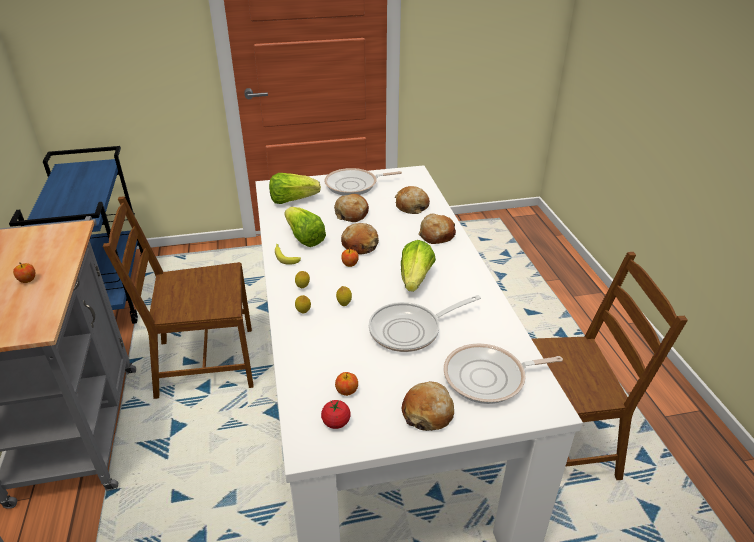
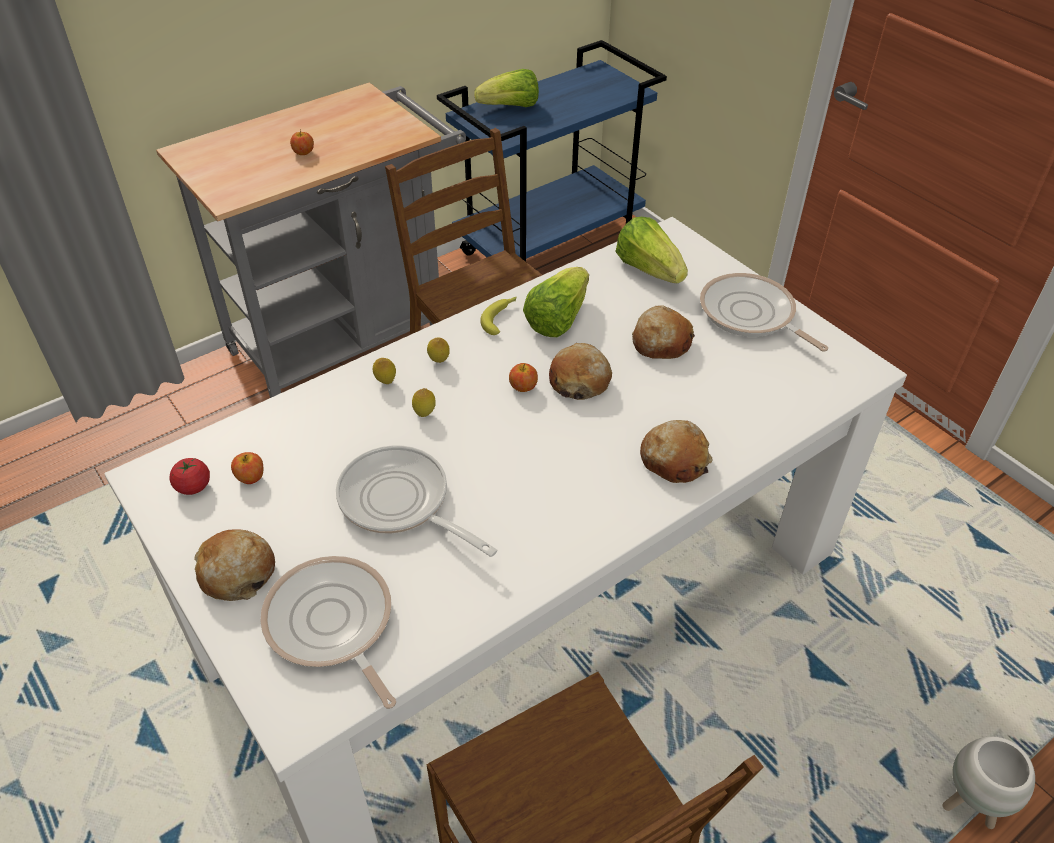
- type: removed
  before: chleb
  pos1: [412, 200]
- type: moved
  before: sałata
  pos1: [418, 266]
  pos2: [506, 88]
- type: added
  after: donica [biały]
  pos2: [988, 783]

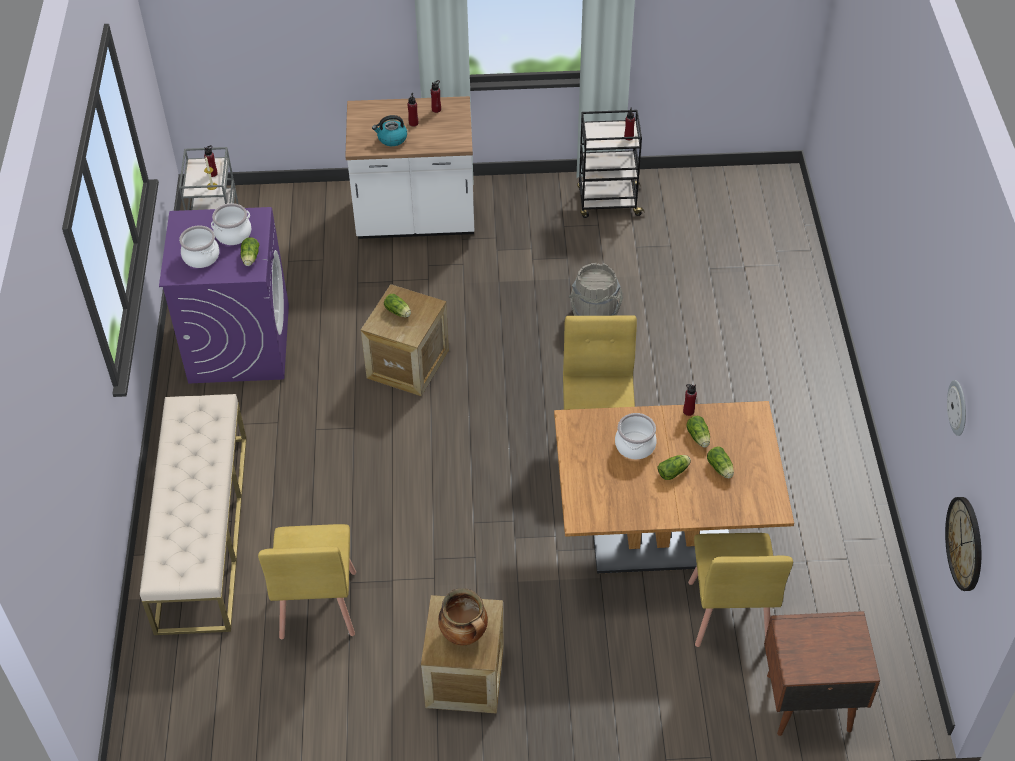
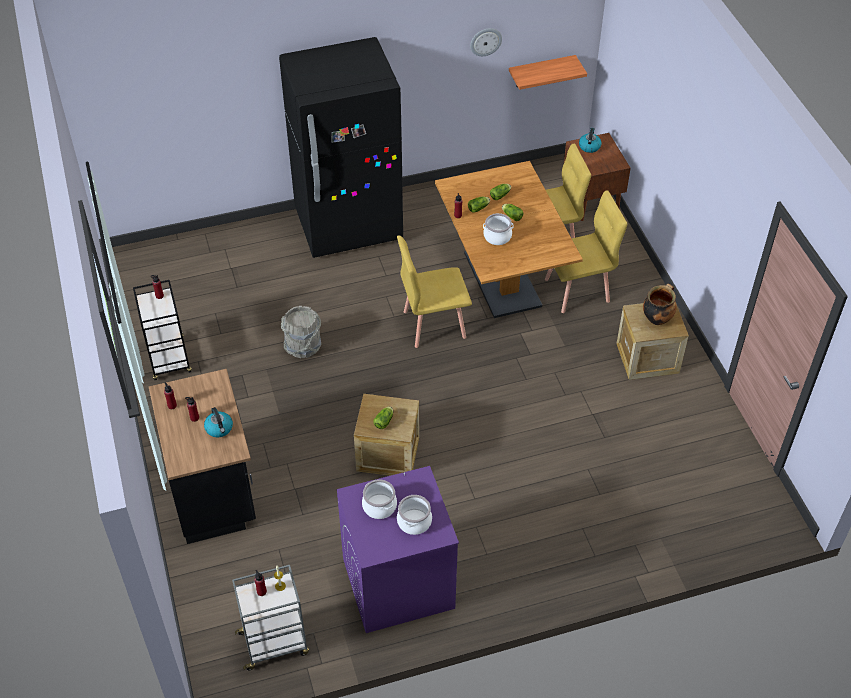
- type: recoloured
  before: zabudowa kuchenna [biały]
  after: zabudowa kuchenna [czarny]
  pos1: [409, 167]
  pos2: [202, 456]
- type: removed
  before: sałata
  pos1: [250, 251]
- type: removed
  before: ławka [beżowy]
  pos1: [193, 514]
- type: replaced
  before: zegar ścienny
  after: półka
  pos1: [963, 544]
  pos2: [548, 72]
- type: moved
  before: krzesło [żółty]
  pos1: [307, 581]
  pos2: [586, 251]
- type: added
  after: lodówka [czarny]
  pos2: [341, 147]
- type: added
  after: czajnik
  pos2: [590, 140]

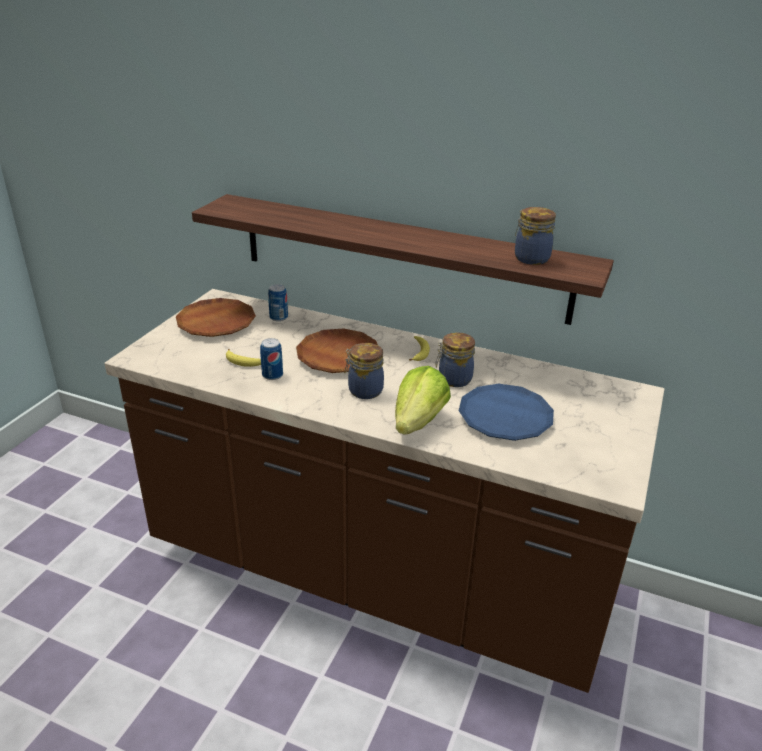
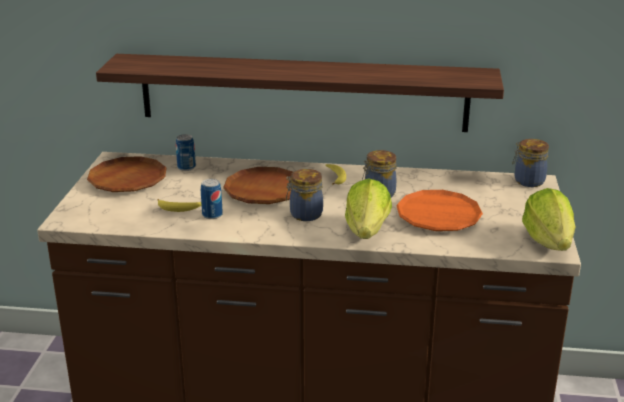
- type: moved
  before: słoik
  pos1: [535, 236]
  pos2: [530, 163]
- type: recoloured
  before: talerz [niebieski]
  after: talerz [pomarańczowy]
  pos1: [506, 412]
  pos2: [439, 210]
- type: added
  after: sałata
  pos2: [549, 219]

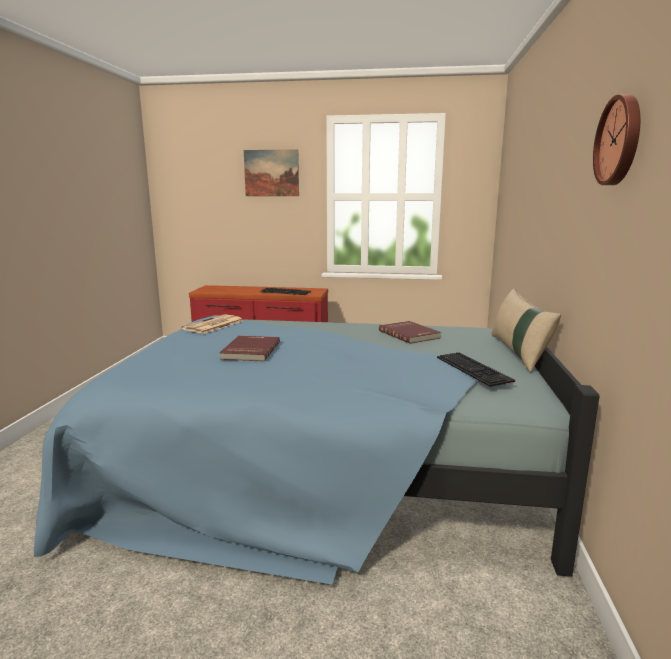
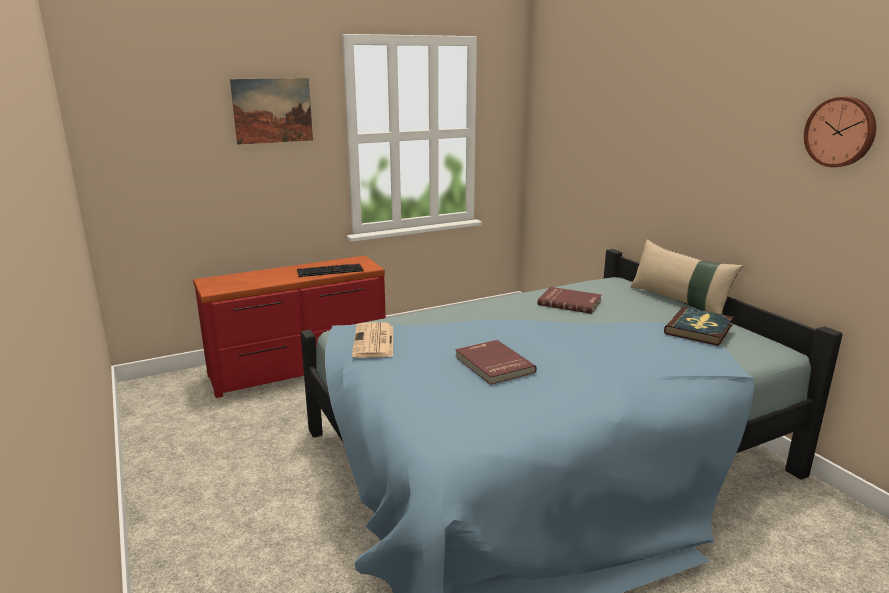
- type: replaced
  before: klawiatura
  after: książka
  pos1: [476, 369]
  pos2: [699, 326]

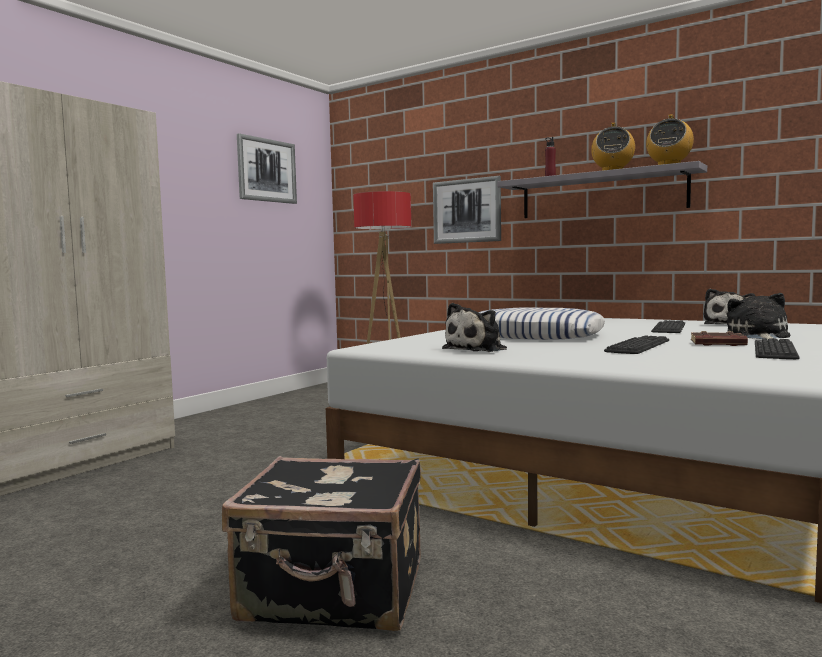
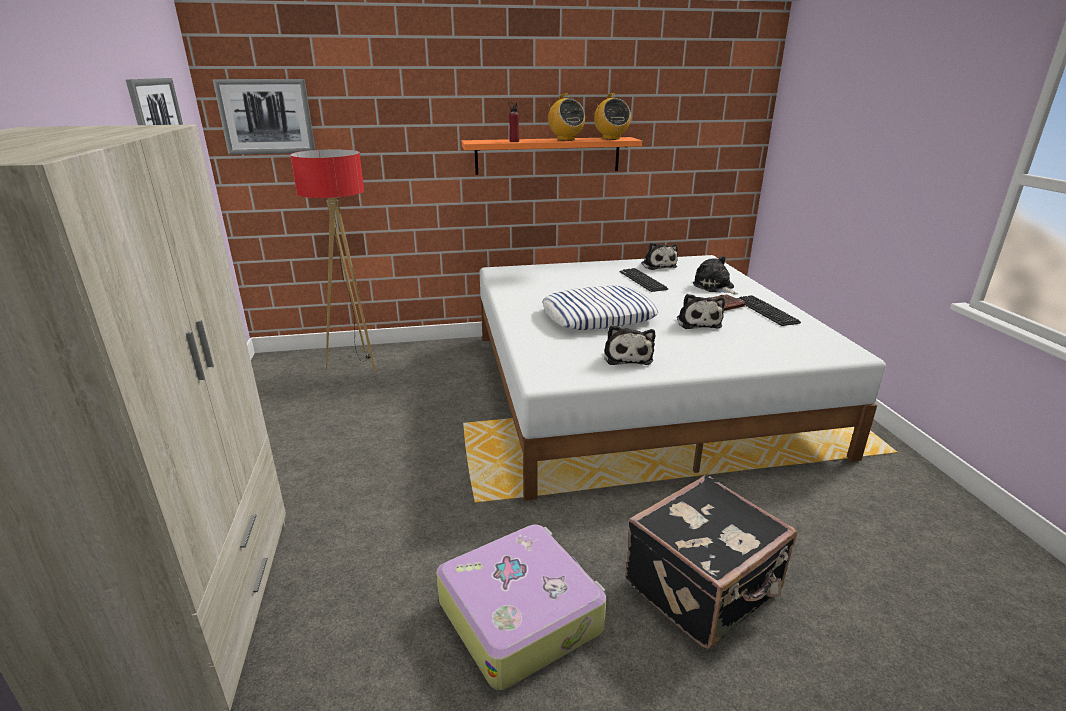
- type: recoloured
  before: półka [szary]
  after: półka [pomarańczowy]
  pos1: [602, 189]
  pos2: [552, 156]
- type: moved
  before: obraz
  pos1: [467, 210]
  pos2: [264, 117]
- type: replaced
  before: klawiatura
  after: pluszak
  pos1: [636, 345]
  pos2: [701, 311]
- type: added
  after: walizka
  pos2: [521, 607]

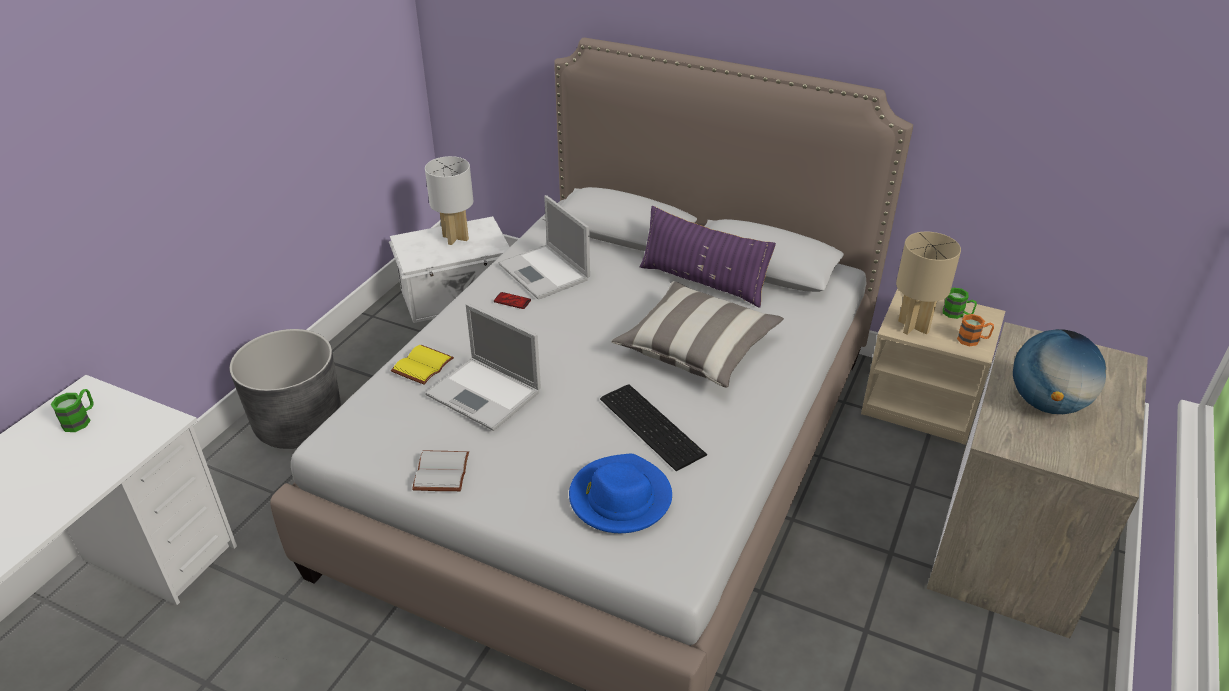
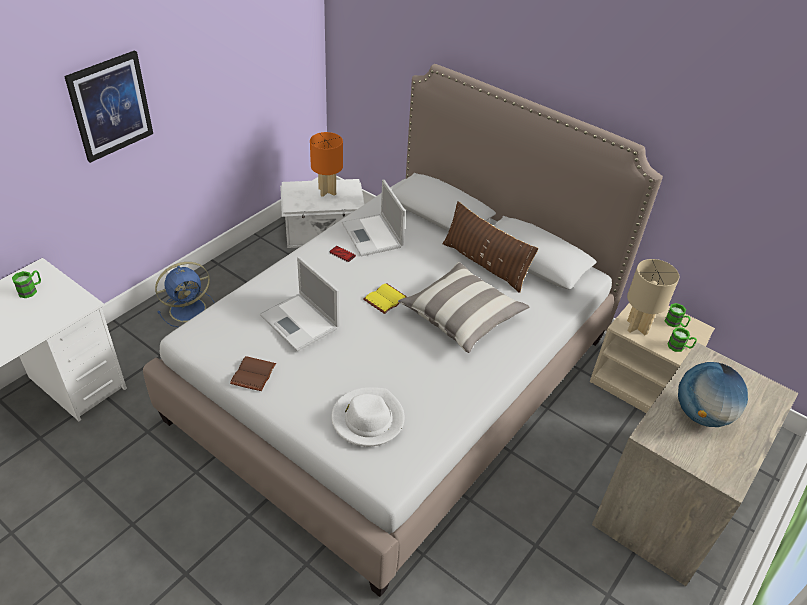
- type: recoloured
  before: lampa stołowa [biały]
  after: lampa stołowa [pomarańczowy]
  pos1: [449, 200]
  pos2: [326, 164]
- type: recoloured
  before: poduszka [fioletowy]
  after: poduszka [brązowy]
  pos1: [708, 257]
  pos2: [490, 247]
- type: recoloured
  before: kubek [pomarańczowy]
  after: kubek [zielony]
  pos1: [975, 330]
  pos2: [682, 339]
- type: replaced
  before: donica [szary]
  after: wentylator [niebieski]
  pos1: [285, 389]
  pos2: [184, 294]
- type: moved
  before: książka [żółty]
  pos1: [422, 365]
  pos2: [385, 298]
- type: removed
  before: klawiatura
  pos1: [653, 428]
- type: recoloured
  before: książka [biały]
  after: książka [brązowy]
  pos1: [440, 470]
  pos2: [253, 373]
- type: recoloured
  before: kapelusz [niebieski]
  after: kapelusz [biały]
  pos1: [620, 493]
  pos2: [368, 417]
- type: added
  after: obraz
  pos2: [108, 106]

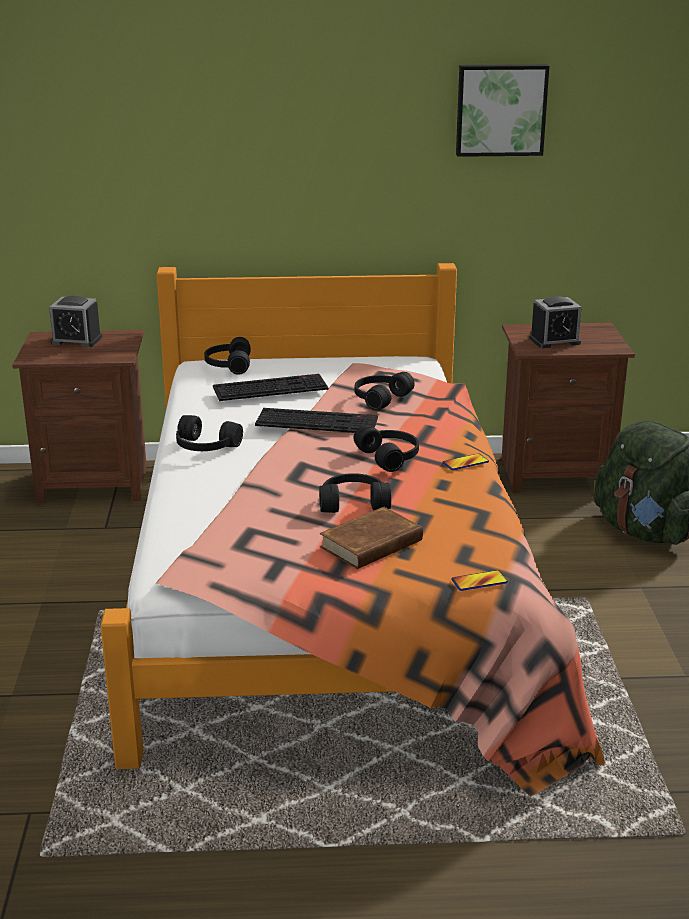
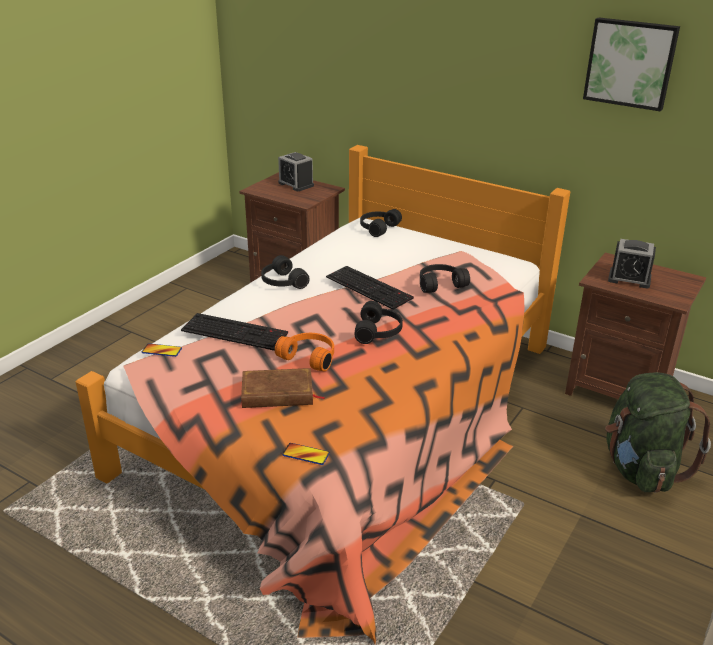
- type: moved
  before: klawiatura
  pos1: [270, 387]
  pos2: [234, 332]
- type: moved
  before: telefon
  pos1: [465, 461]
  pos2: [162, 350]
- type: recoloured
  before: słuchawki [czarny]
  after: słuchawki [pomarańczowy]
  pos1: [355, 493]
  pos2: [304, 352]

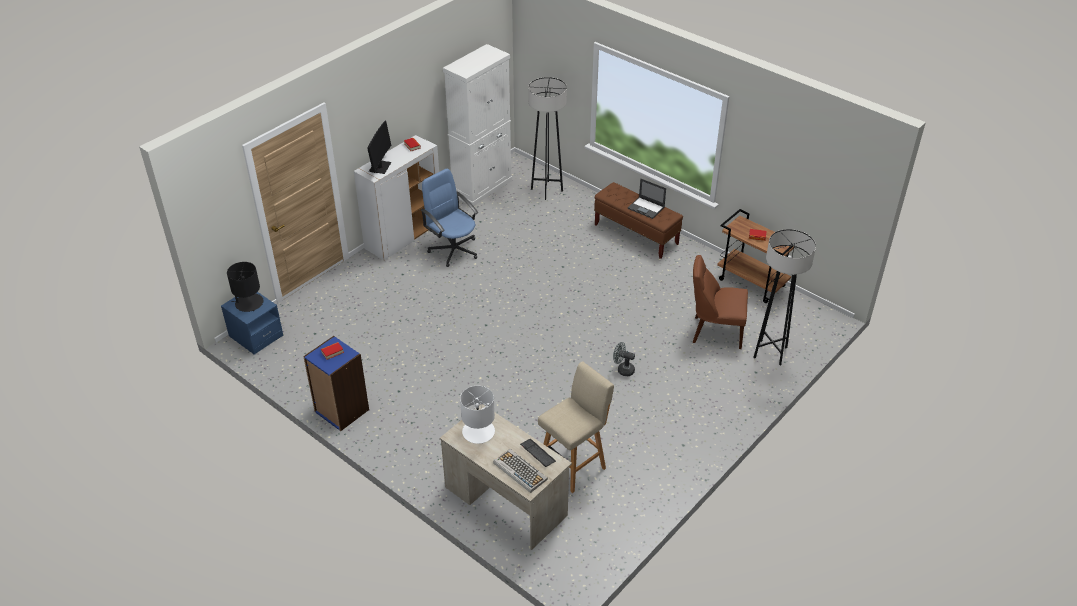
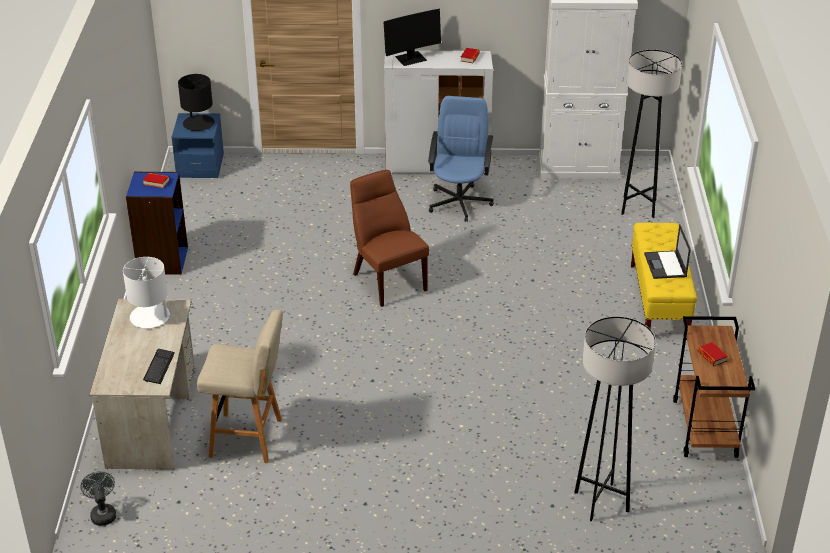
- type: recoloured
  before: ławka [brązowy]
  after: ławka [żółty]
  pos1: [638, 220]
  pos2: [664, 275]
- type: moved
  before: krzesło [brązowy]
  pos1: [720, 302]
  pos2: [389, 238]
- type: moved
  before: wentylator [szary]
  pos1: [624, 359]
  pos2: [98, 498]
- type: removed
  before: klawiatura
  pos1: [520, 471]

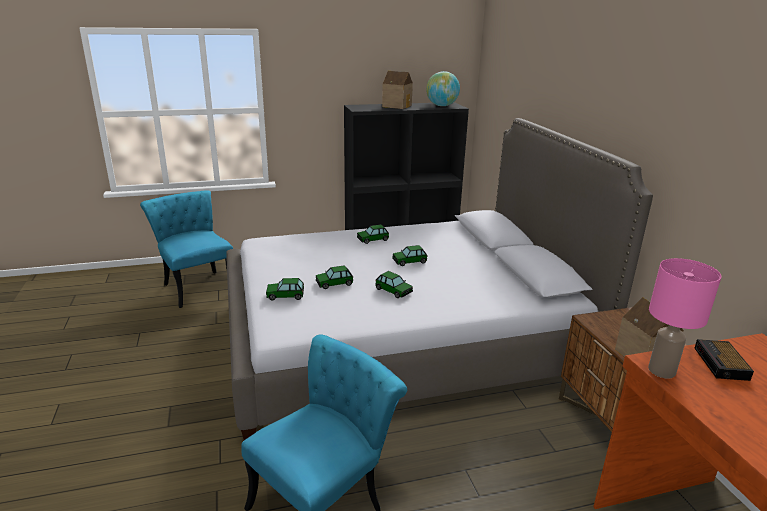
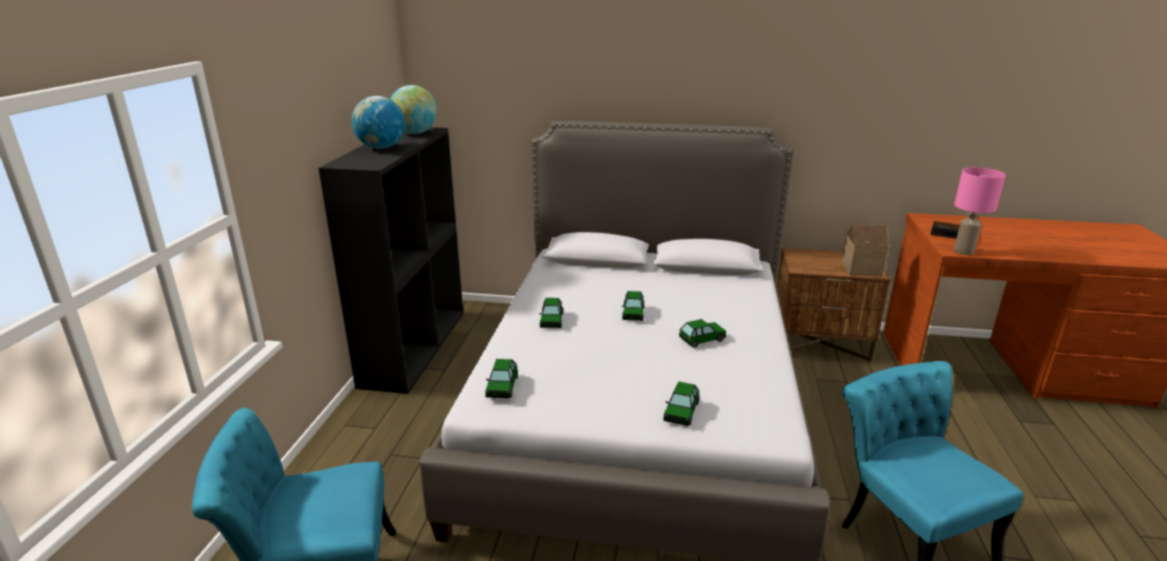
- type: replaced
  before: domek
  after: globus
  pos1: [397, 90]
  pos2: [378, 122]
- type: moved
  before: samochodzik
  pos1: [334, 277]
  pos2: [502, 378]

